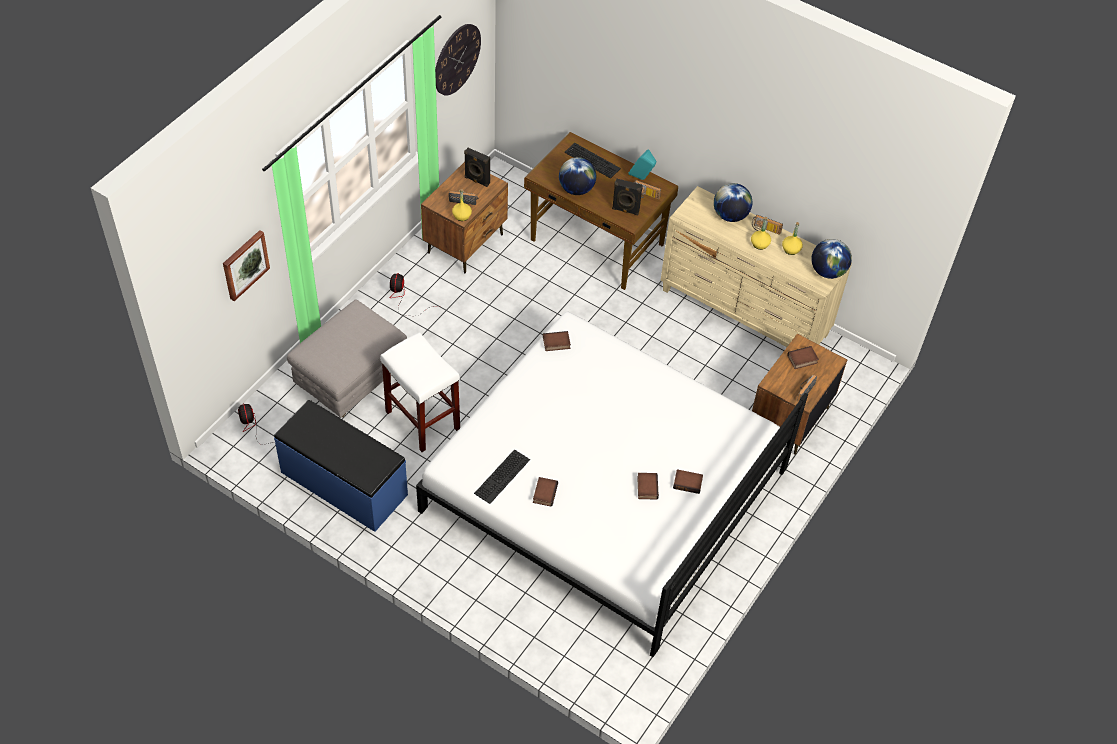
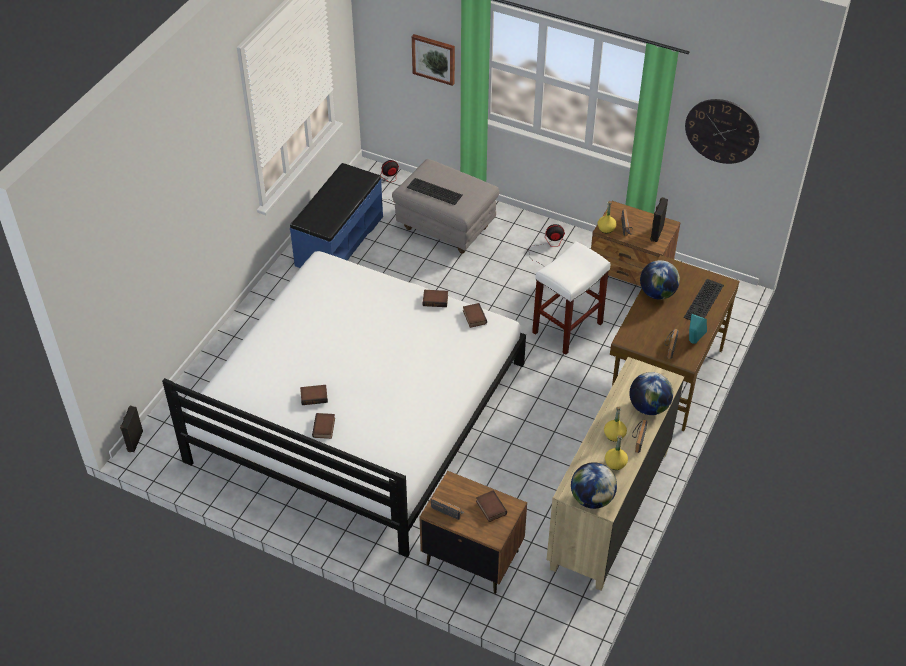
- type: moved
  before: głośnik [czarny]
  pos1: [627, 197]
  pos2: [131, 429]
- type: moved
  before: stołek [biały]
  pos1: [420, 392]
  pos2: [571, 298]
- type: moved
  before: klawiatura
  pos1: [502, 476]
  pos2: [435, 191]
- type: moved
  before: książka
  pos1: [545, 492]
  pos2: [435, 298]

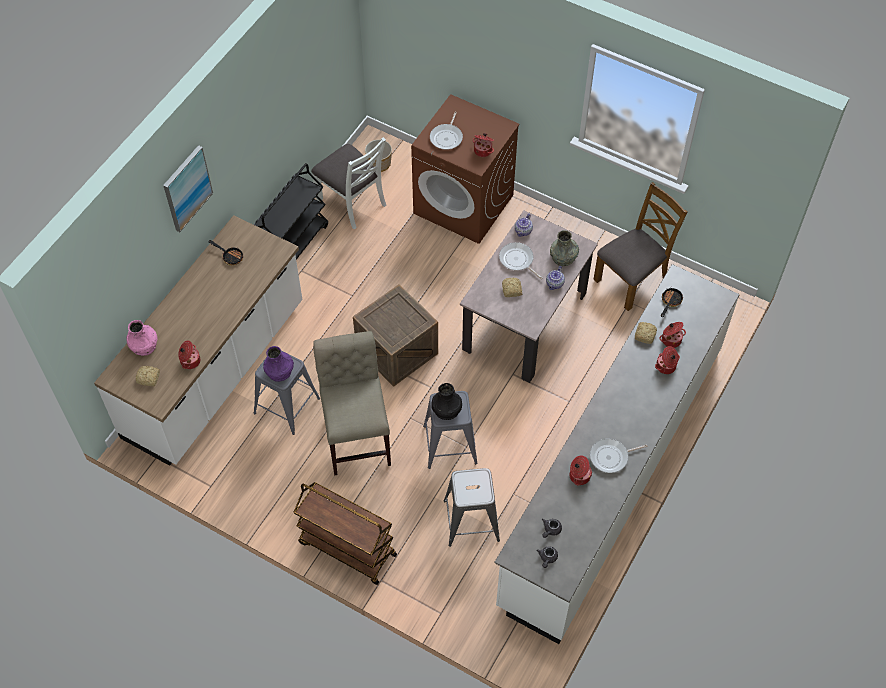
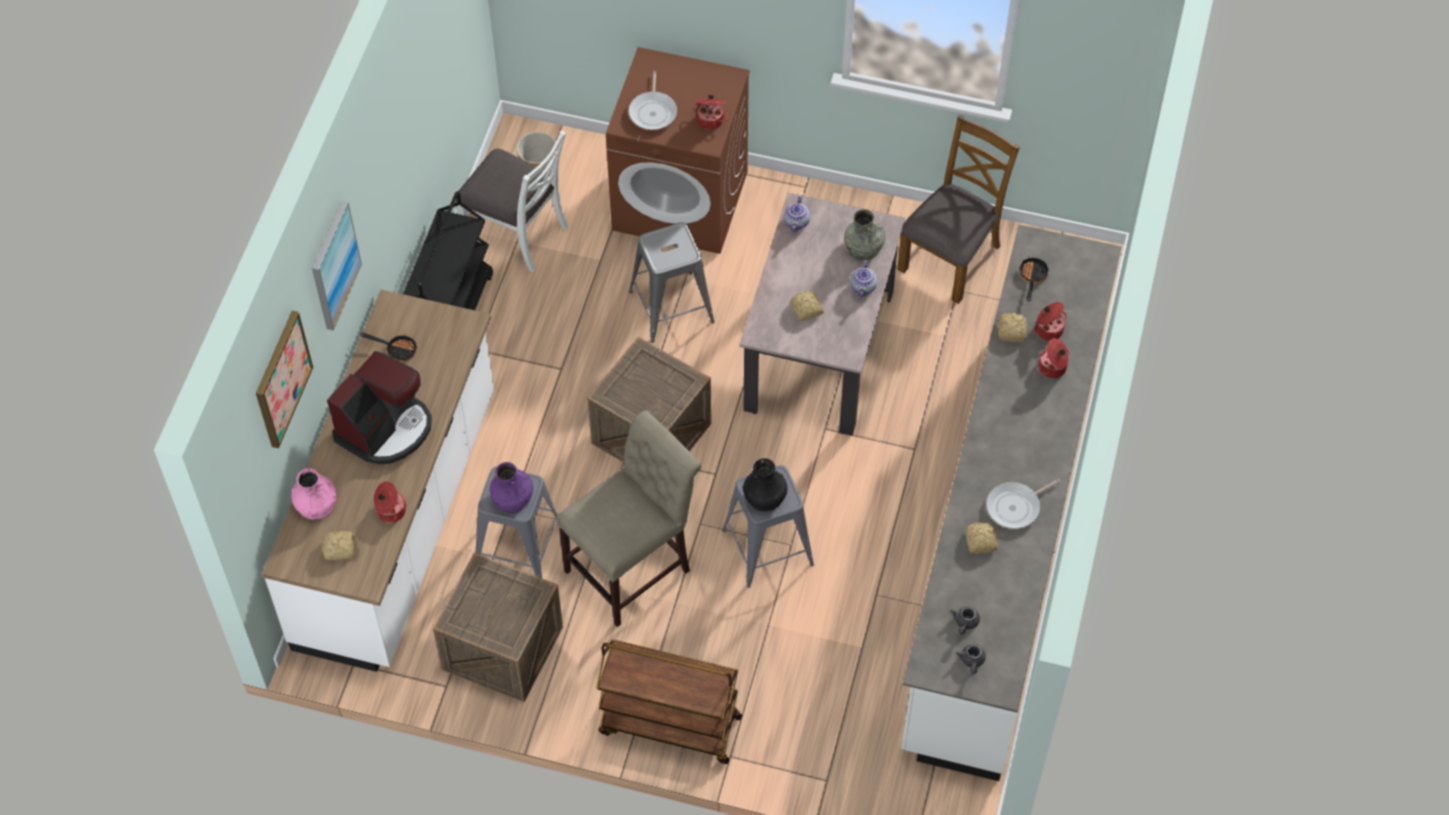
- type: removed
  before: patelnia
  pos1: [521, 261]
- type: turned
  before: krzesło [beżowy]
  pos1: [352, 403]
  pos2: [628, 519]
  turn: 75
- type: replaced
  before: garnek
  after: chleb
  pos1: [581, 470]
  pos2: [982, 538]
- type: moved
  before: stołek [szary]
  pos1: [471, 507]
  pos2: [672, 283]
- type: added
  after: obraz
  pos2: [284, 379]
- type: added
  after: ekspres do kawy
  pos2: [379, 407]
- type: added
  after: skrzynka
  pos2: [498, 627]

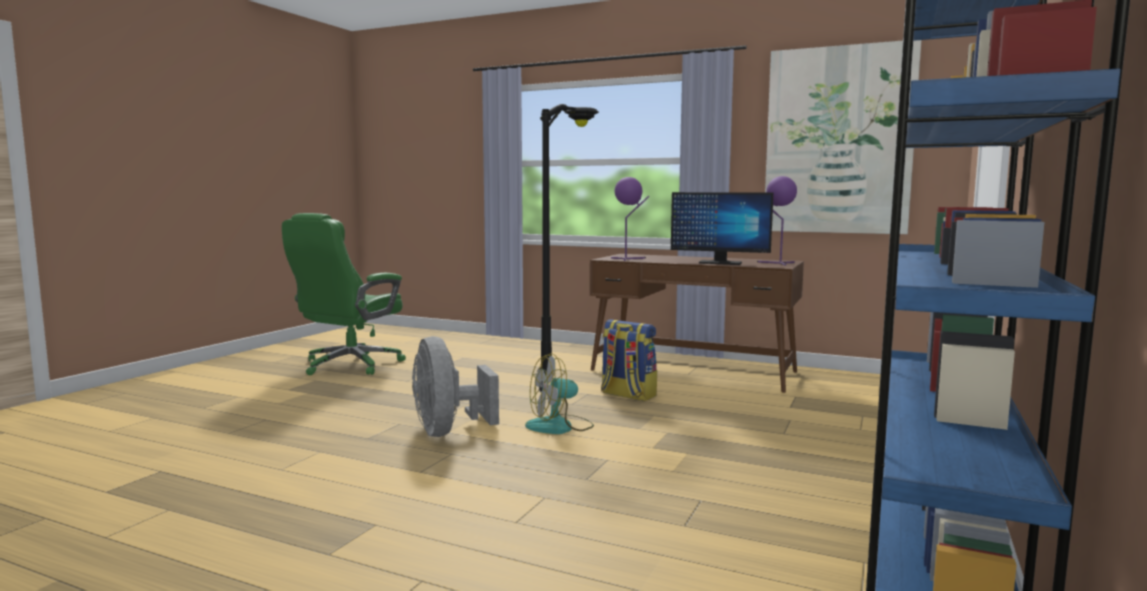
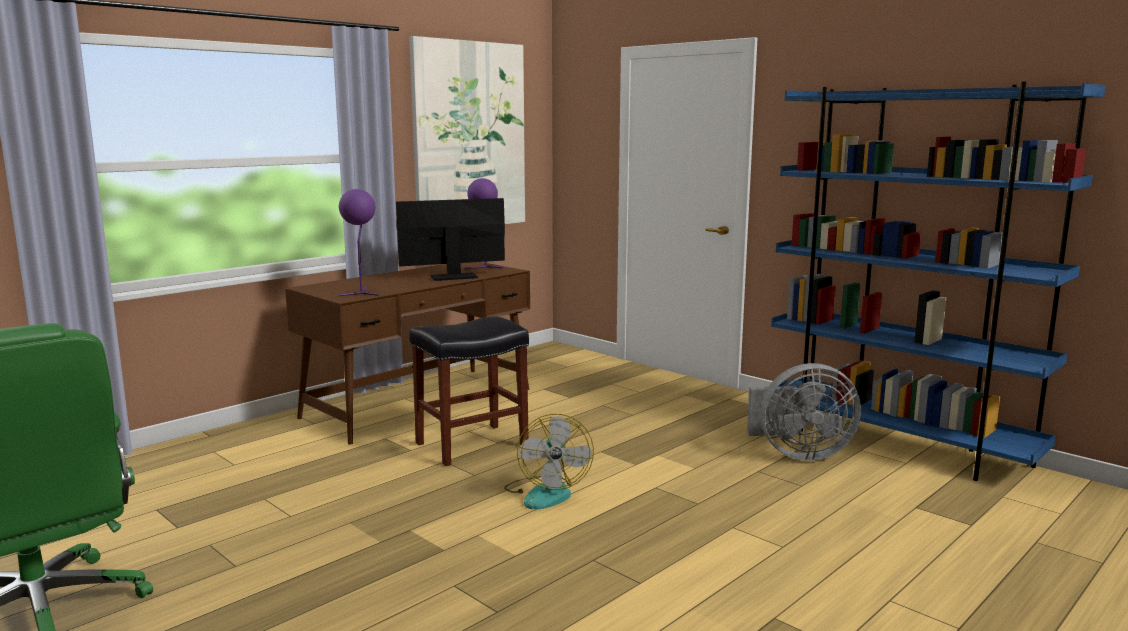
- type: removed
  before: lampa stojąca [czarny]
  pos1: [568, 239]
- type: turned
  before: monitor
  pos1: [722, 228]
  pos2: [450, 239]
  turn: -150
- type: replaced
  before: plecak
  after: stołek [czarny]
  pos1: [629, 360]
  pos2: [469, 391]
- type: moved
  before: wentylator [szary]
  pos1: [455, 386]
  pos2: [804, 412]

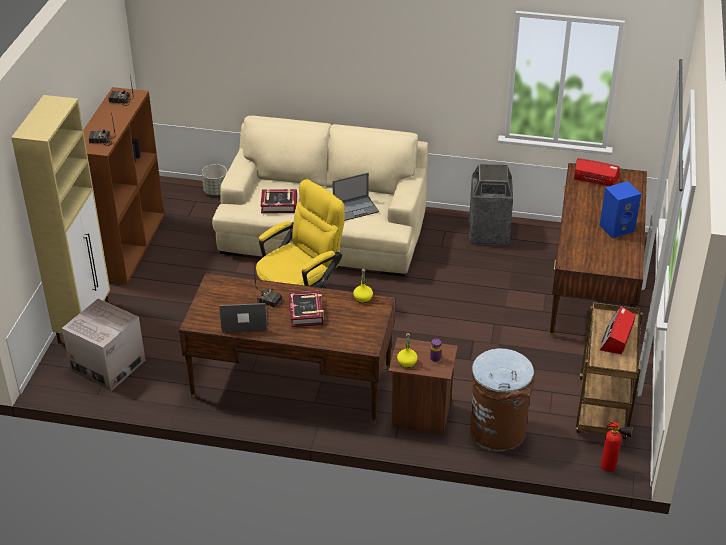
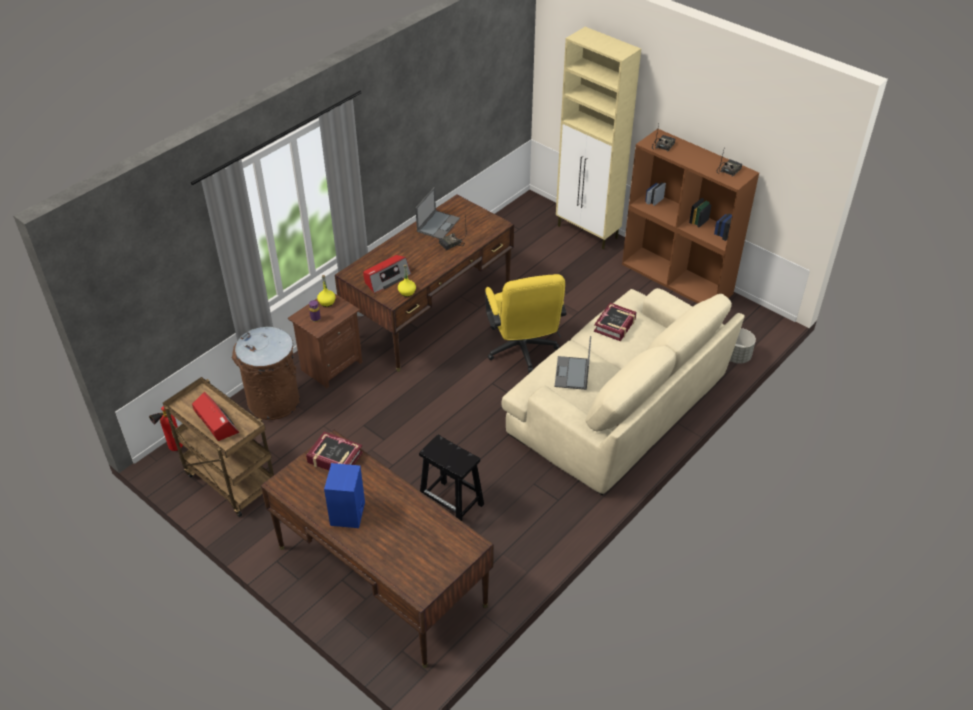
- type: moved
  before: radio
  pos1: [597, 172]
  pos2: [387, 274]
- type: removed
  before: kosz na śmieci
  pos1: [491, 204]
- type: moved
  before: książka
  pos1: [306, 309]
  pos2: [334, 451]
- type: removed
  before: karton
  pos1: [103, 344]
- type: added
  after: stołek [czarny]
  pos2: [451, 478]

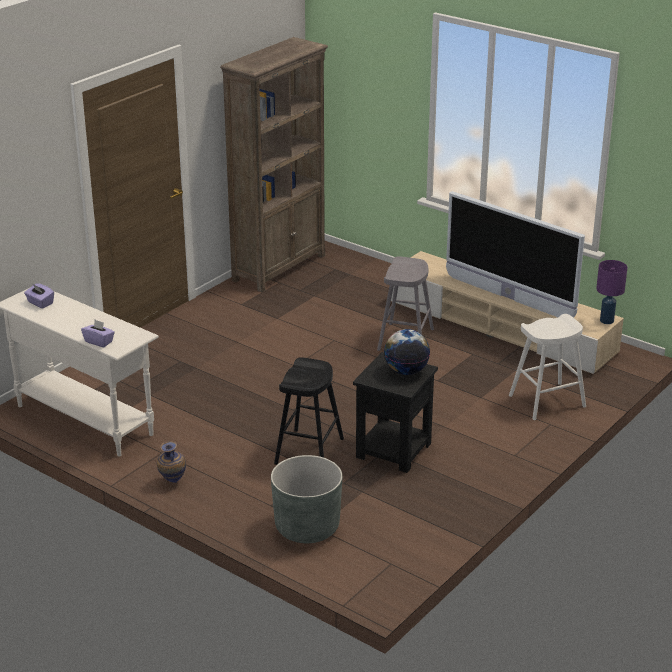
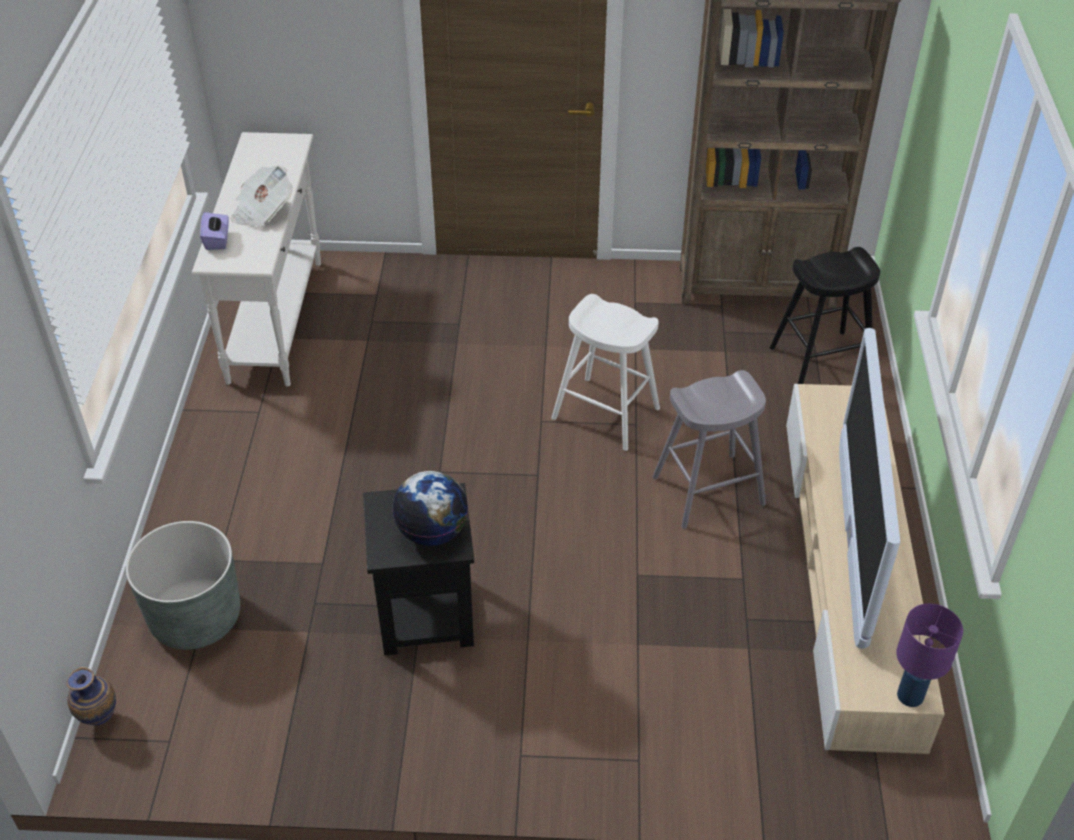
- type: removed
  before: pudełko chusteczek [fioletowy]
  pos1: [39, 295]
- type: moved
  before: stołek [biały]
  pos1: [547, 367]
  pos2: [606, 372]
- type: moved
  before: stołek [czarny]
  pos1: [309, 411]
  pos2: [825, 315]
- type: moved
  before: wazon
  pos1: [171, 462]
  pos2: [91, 696]
- type: added
  after: gazeta
  pos2: [261, 197]

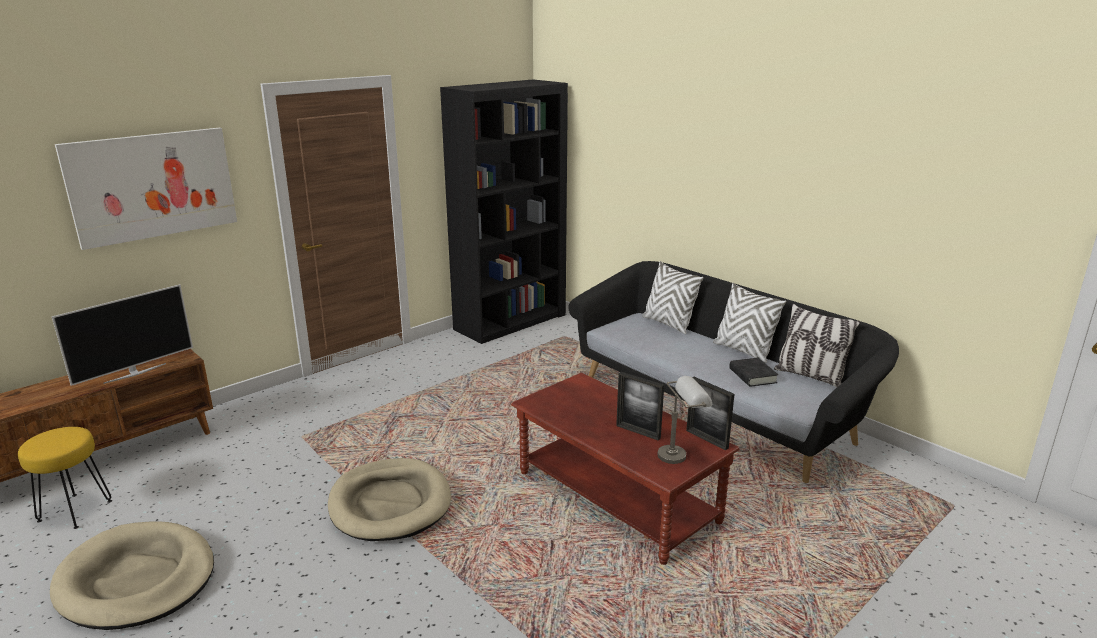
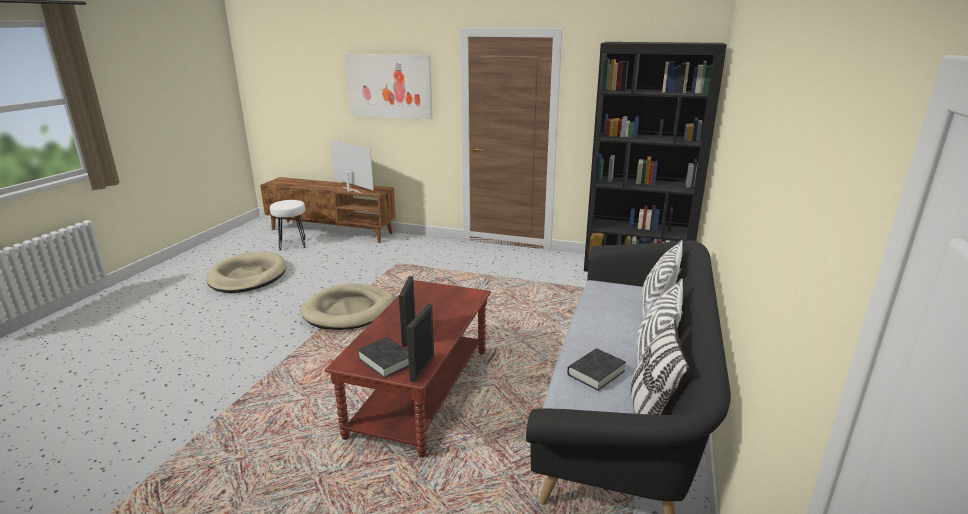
- type: turned
  before: telewizor
  pos1: [122, 335]
  pos2: [352, 166]
  turn: -150
- type: replaced
  before: lampa stołowa [szary]
  after: książka [czarny]
  pos1: [685, 420]
  pos2: [383, 357]
- type: recoloured
  before: stołek [żółty]
  after: stołek [biały]
  pos1: [65, 478]
  pos2: [288, 225]

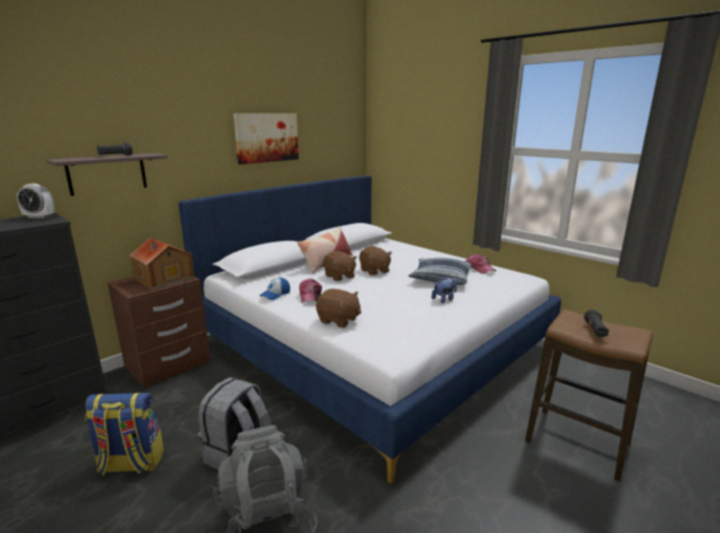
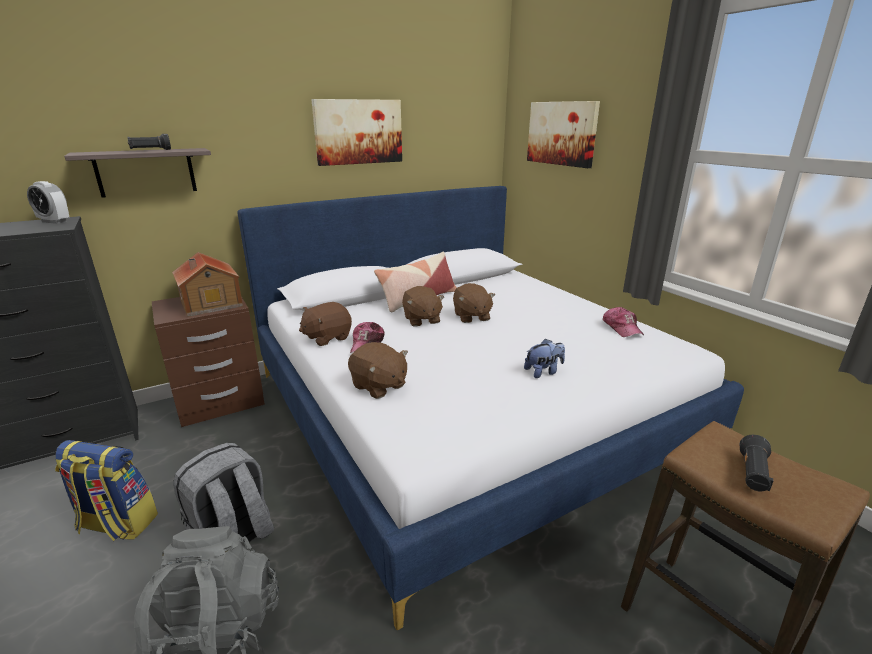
- type: removed
  before: poduszka
  pos1: [440, 271]
- type: replaced
  before: czapka z daszkiem
  after: pluszak [brązowy]
  pos1: [275, 288]
  pos2: [325, 324]
- type: added
  after: obraz
  pos2: [563, 134]

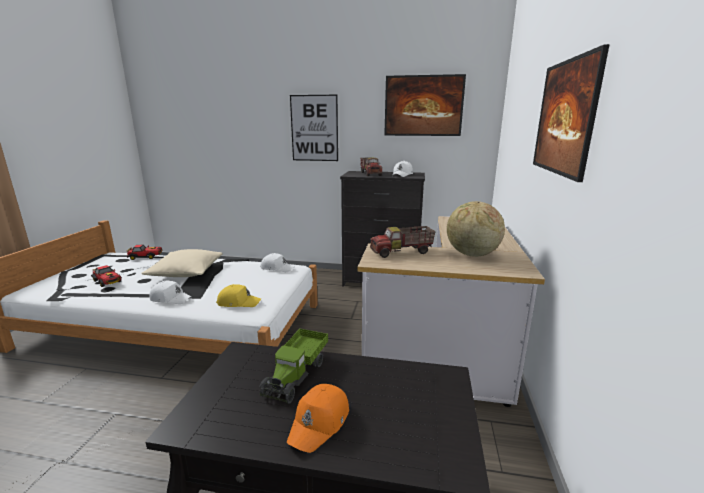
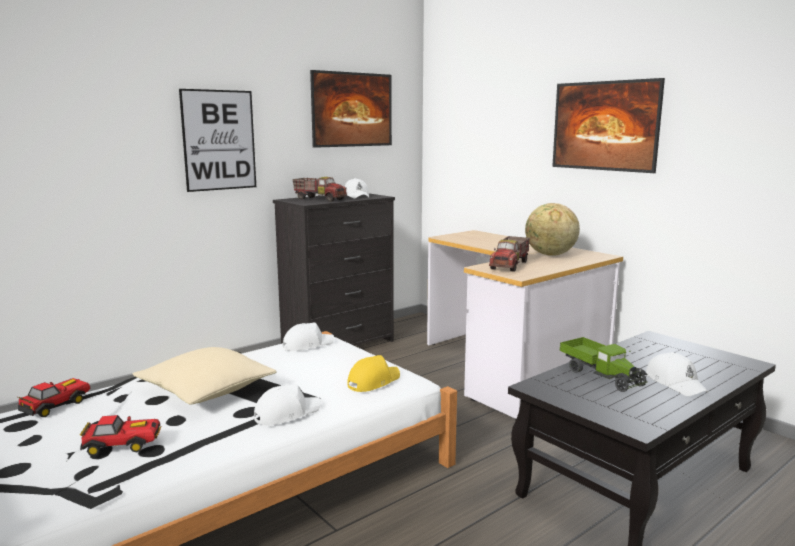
- type: recoloured
  before: czapka z daszkiem [pomarańczowy]
  after: czapka z daszkiem [biały]
  pos1: [318, 418]
  pos2: [677, 374]

